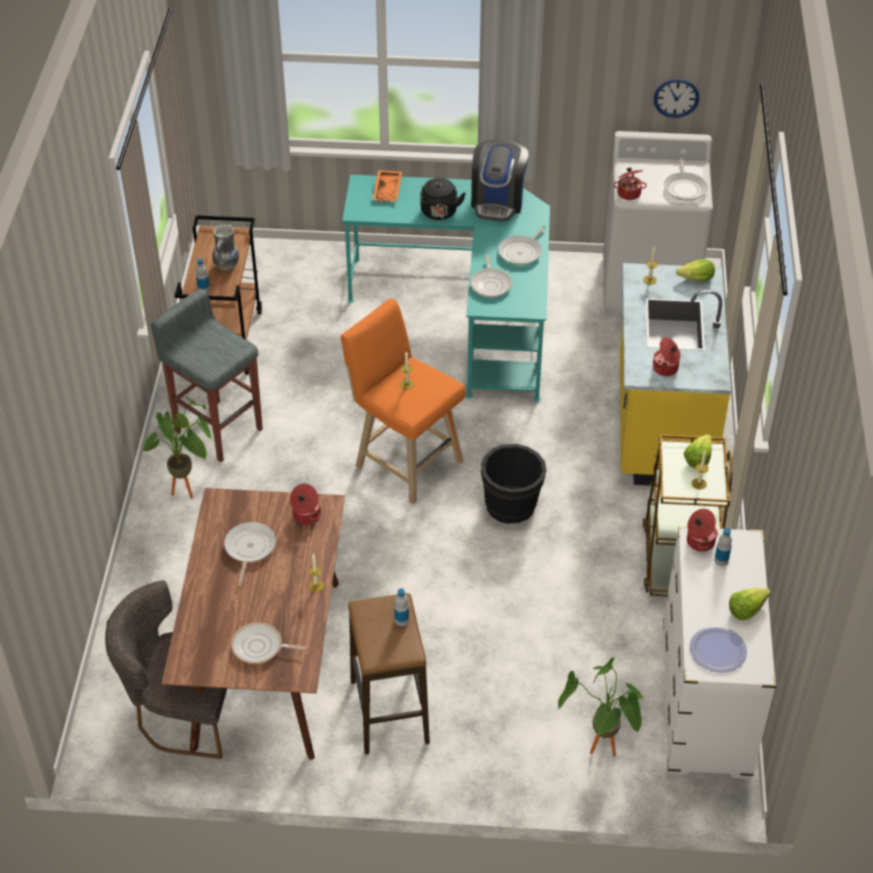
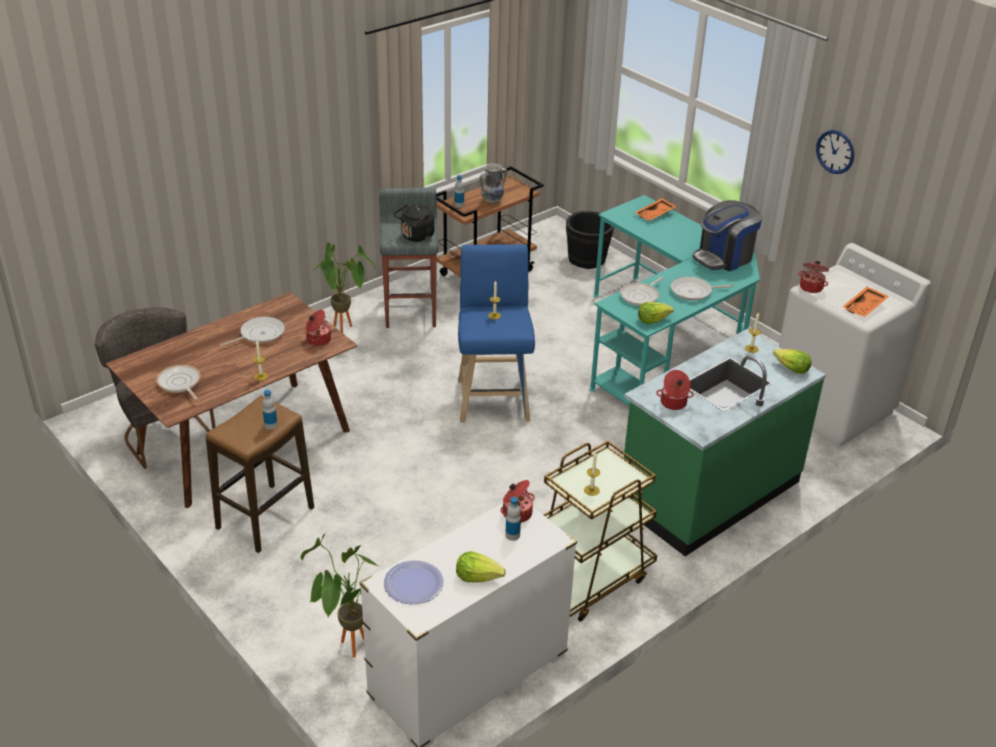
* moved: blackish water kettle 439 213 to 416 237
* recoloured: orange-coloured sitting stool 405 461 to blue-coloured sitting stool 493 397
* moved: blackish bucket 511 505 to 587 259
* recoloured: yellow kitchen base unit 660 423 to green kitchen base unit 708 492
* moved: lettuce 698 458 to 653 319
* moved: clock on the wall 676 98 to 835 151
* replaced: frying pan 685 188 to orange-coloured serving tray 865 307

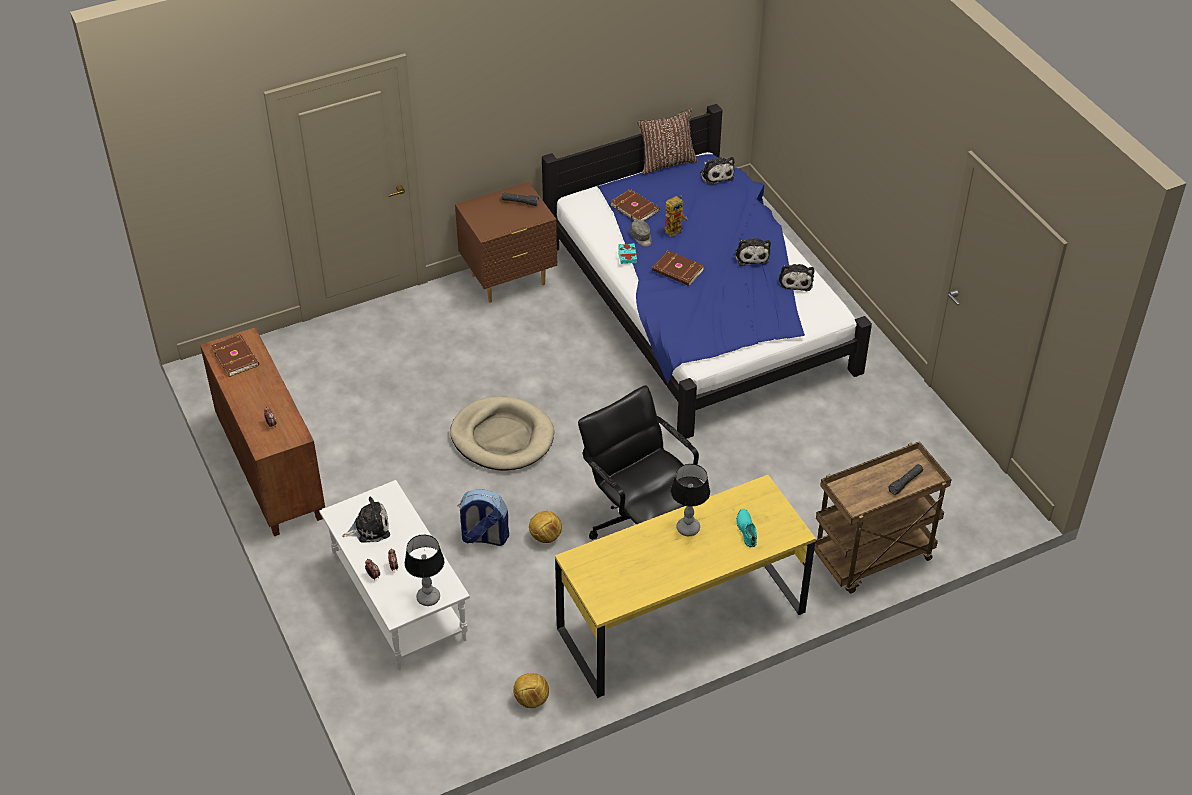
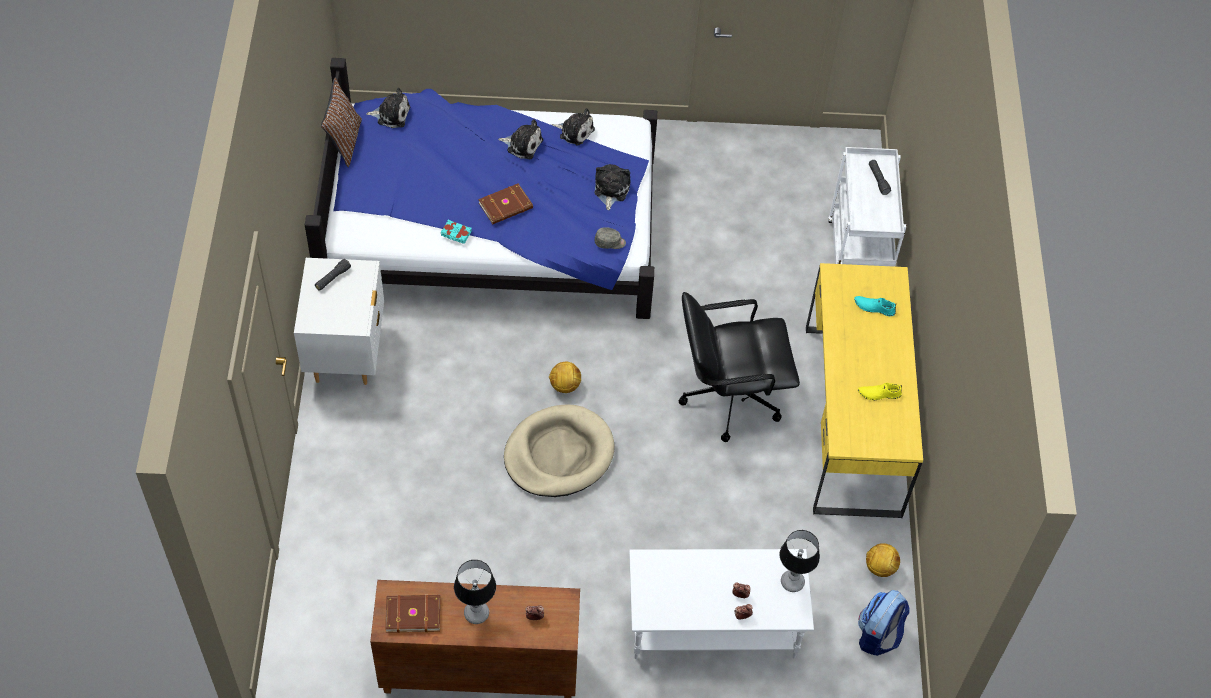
* recoloured: brown-coloured night table 508 280 to white night table 346 355
* moved: tabletop lamp 688 528 to 476 613
* moved: ball for football 545 537 to 565 386
* moved: soft toy 369 528 to 610 190
* moved: grey peaked cap 641 237 to 610 242
* recoloured: brown-coloured wheeled cart 872 559 to white wheeled cart 858 258
* added: yellow item of footwear 879 394
* moved: rucksack 484 537 to 878 635
* removed: brown-coloured book 635 207
* removed: robot figure 675 229

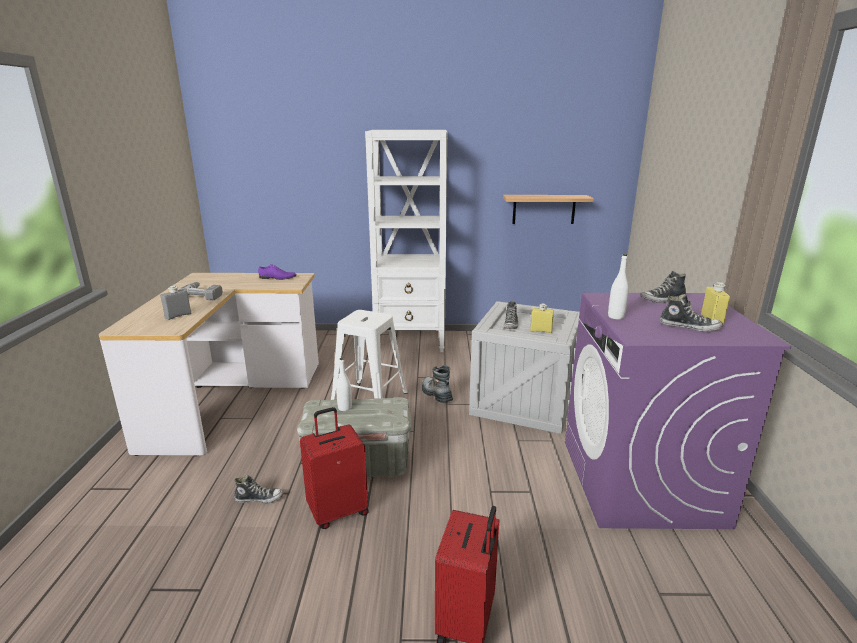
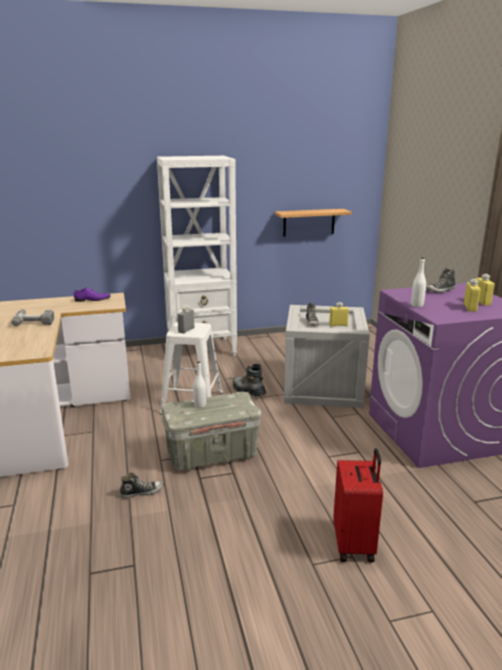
* moved: grey beverage bottle 178 316 to 186 330
* replaced: item of footwear 689 327 to yellow beverage bottle 470 308
* removed: red-coloured suitcase 338 511

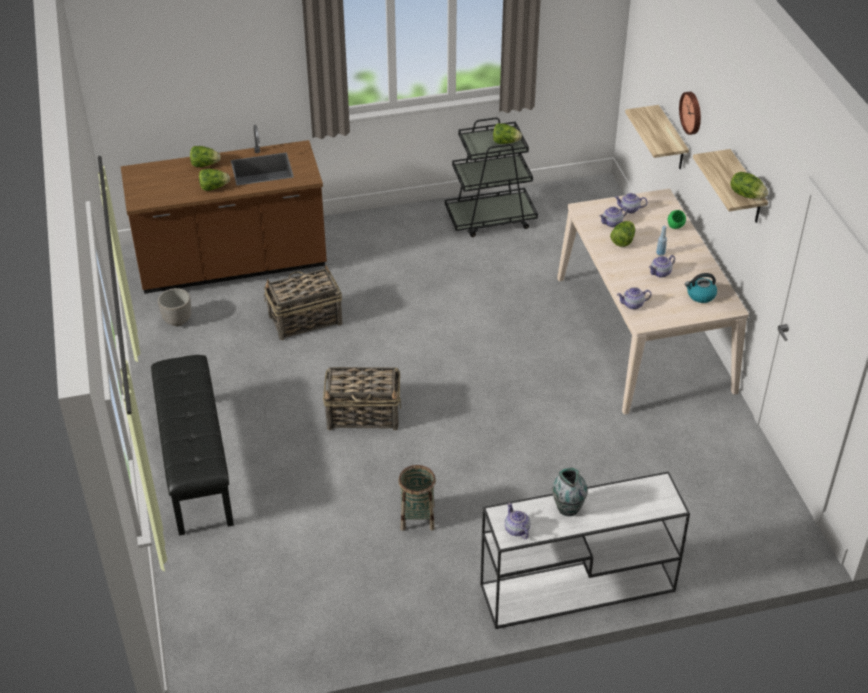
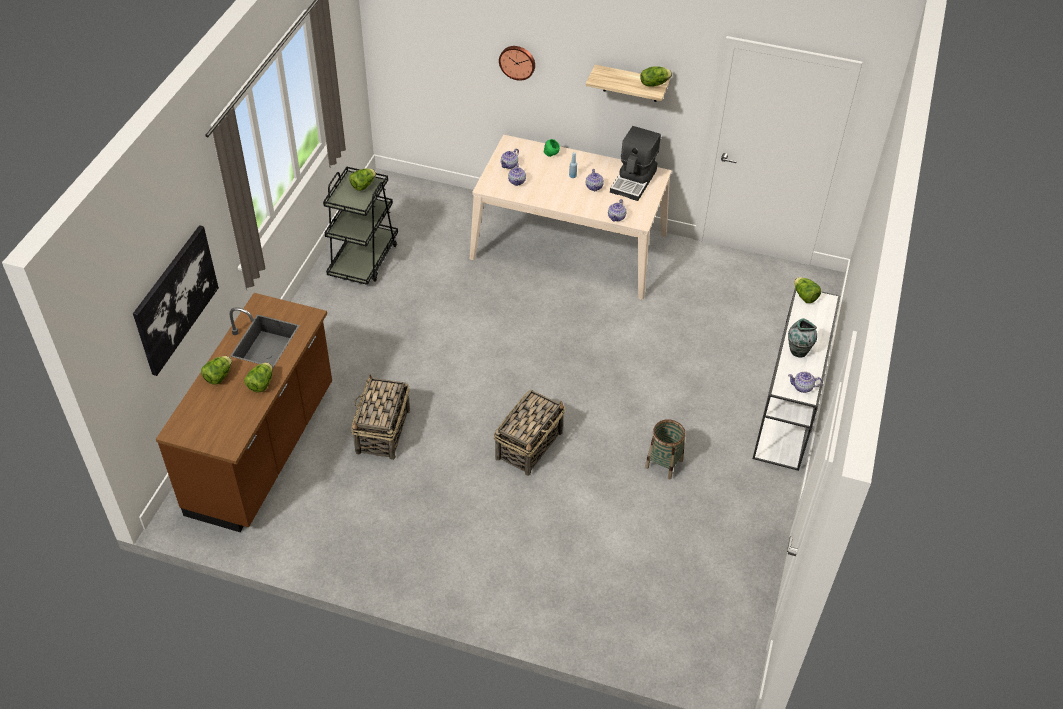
* added: picture 175 299
* replaced: water kettle 700 295 to coffee brewer 634 181
* moved: lettuce 623 241 to 804 296
* removed: blackish bench 194 464
* removed: plant pot 177 320
* removed: bracket shelf 671 139

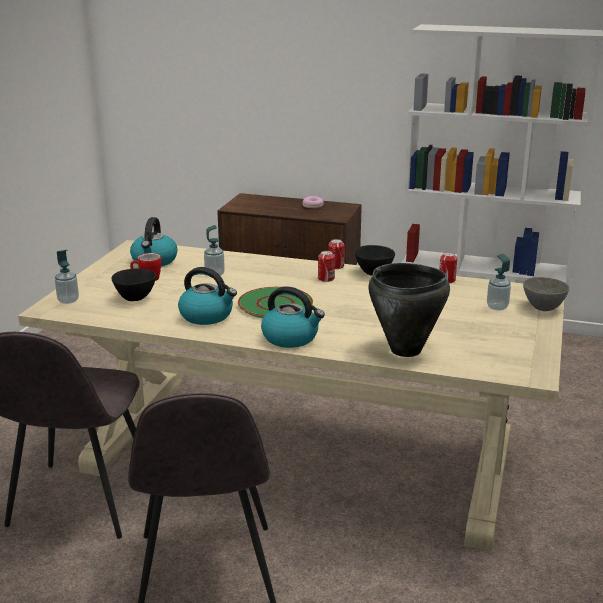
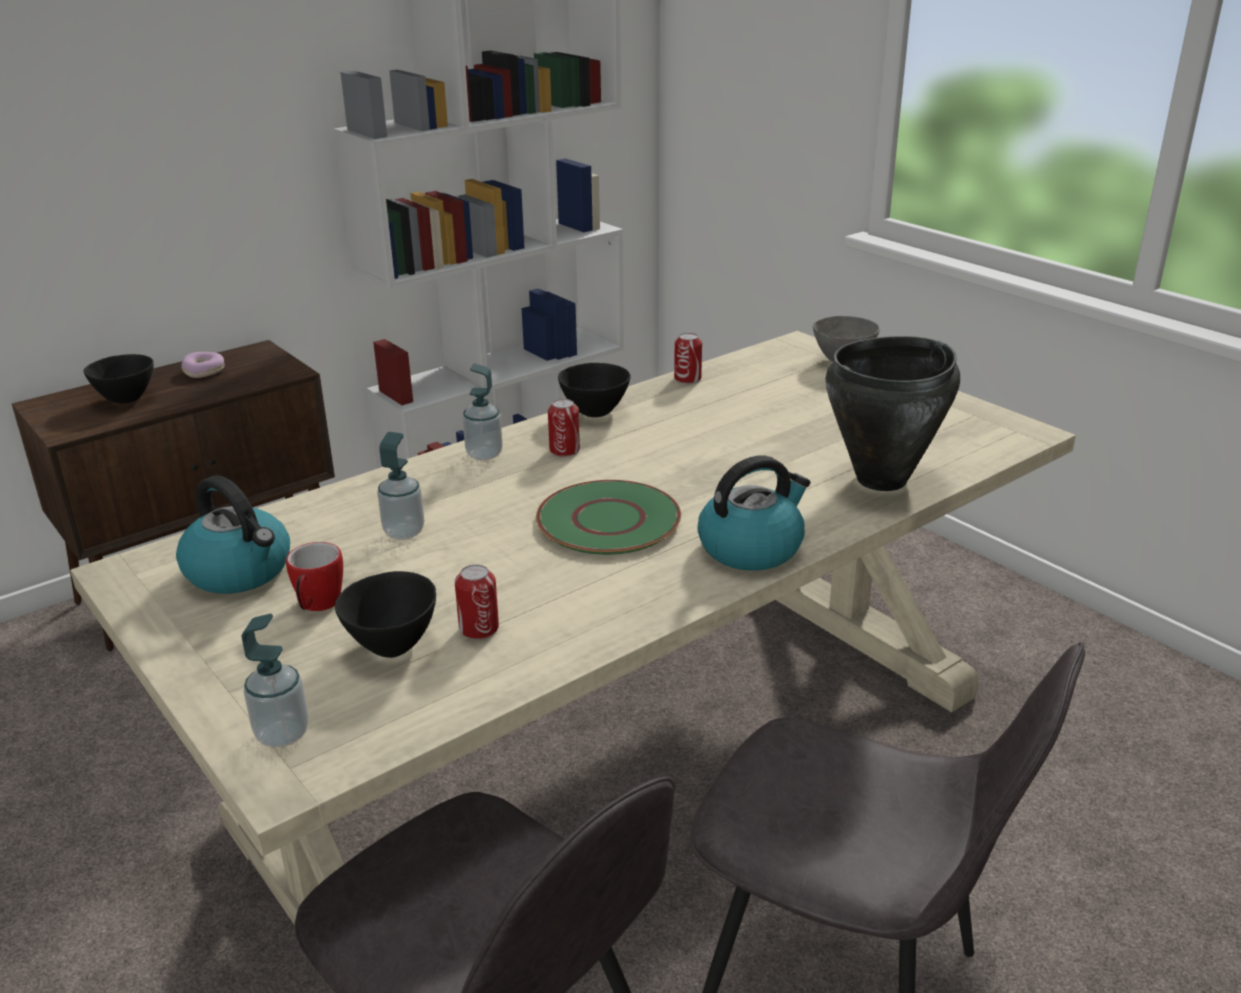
* added: blackish bowl 126 399
* moved: sealed can 336 266 to 479 628
* moved: soap bottle 497 307 to 484 454
* removed: water kettle 207 316

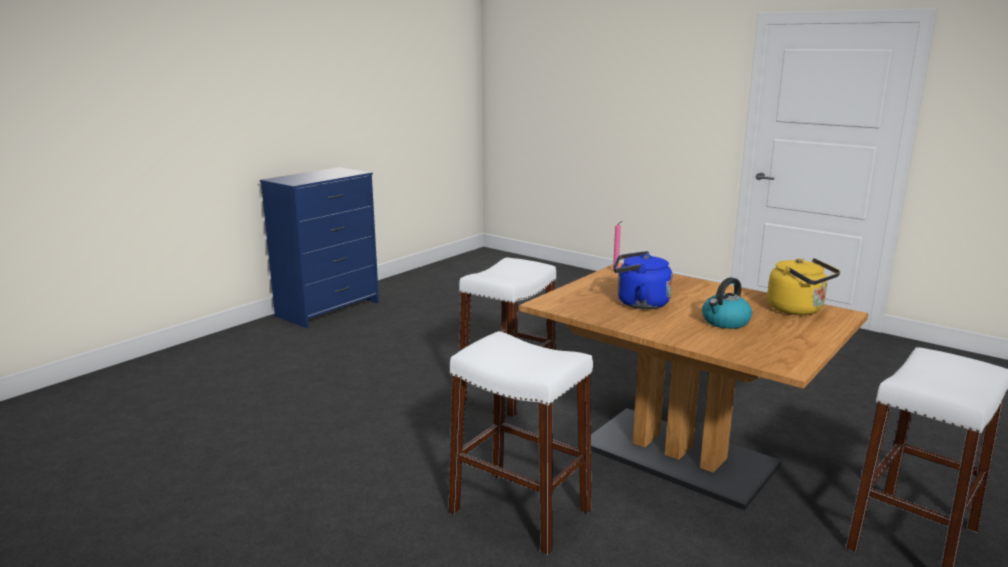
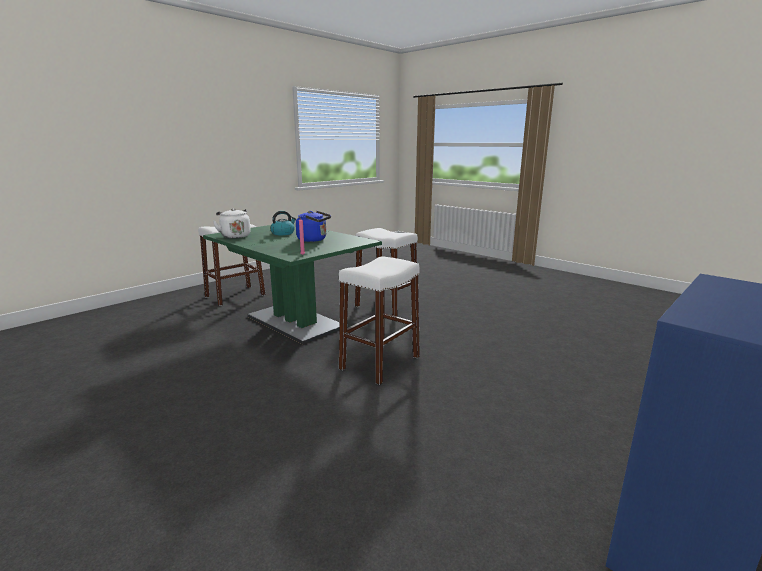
* recoloured: brown-coloured dining table 678 456 to green dining table 295 322
* recoloured: yellow water kettle 798 310 to white water kettle 235 236

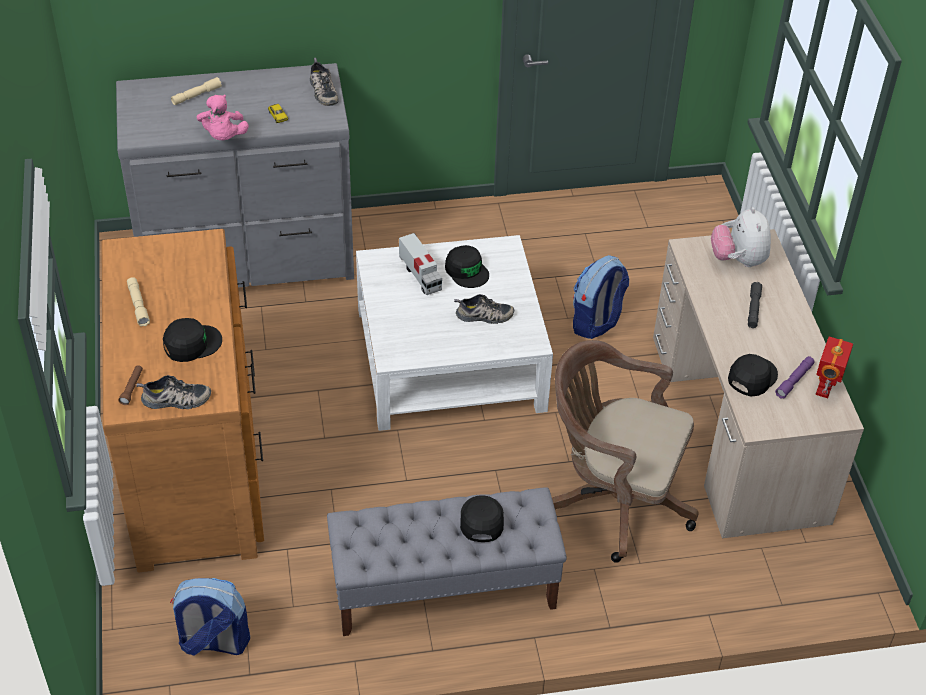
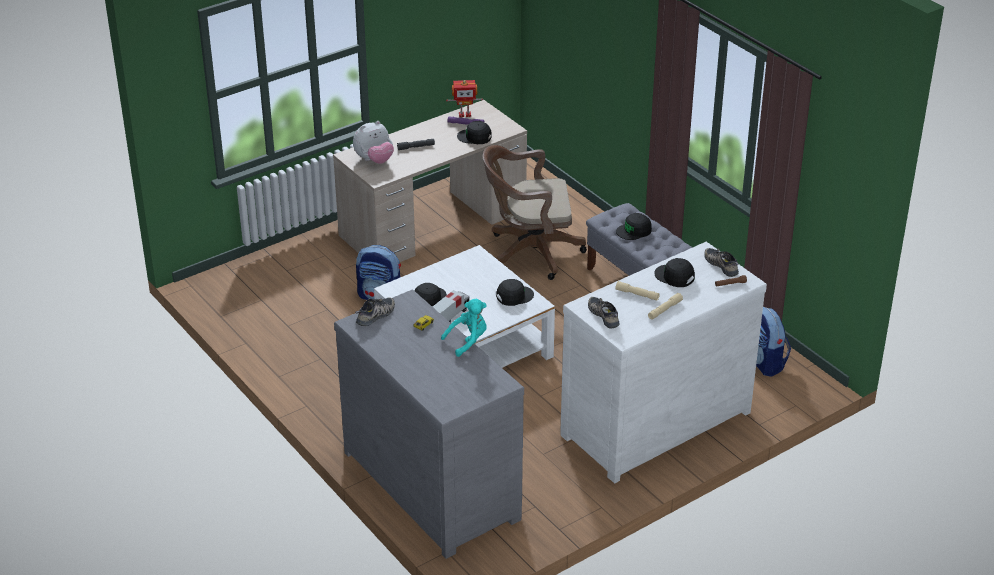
* recoloured: pink soft toy 223 136 to turquoise soft toy 468 341
* turned: brown-coloured desk chair 613 499 = 529 252 90 degrees clockwise
* added: blackish peaked cap 514 296
* recoloured: brown-coloured chest of drawers 197 469 to white chest of drawers 653 422
* moved: item of footwear 484 316 to 604 315
* moved: beige hand torch 196 95 to 637 294

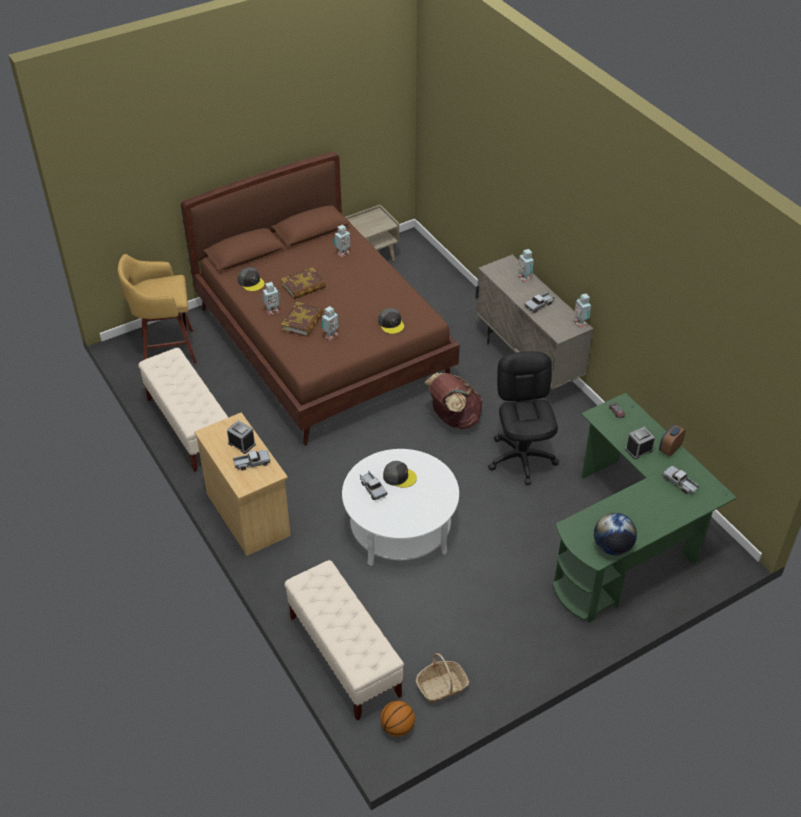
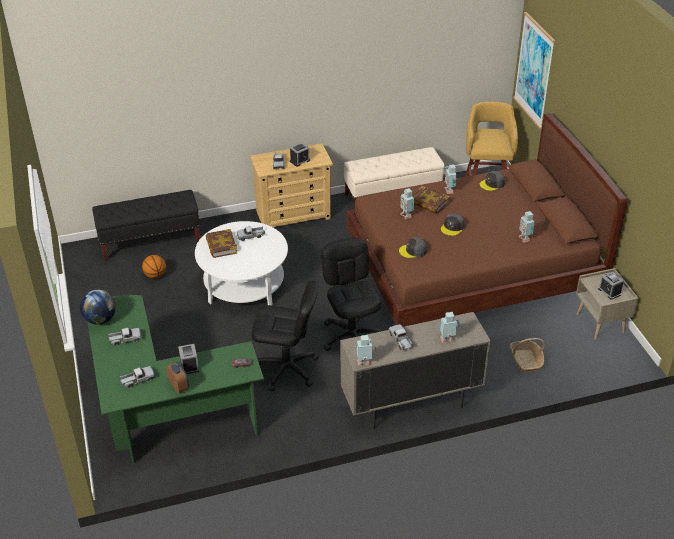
* recoloured: beige bench 344 656 to blackish bench 150 241
* added: toy lorry 125 339
* moved: basketball 397 727 to 155 275
* moved: book 303 286 to 221 246
* replaced: brown-coloured rucksack 453 418 to blackish desk chair 352 336
* moved: grey peaked cap 399 477 to 452 227
* moved: household basket 442 686 to 526 360
* added: picture 534 70
* added: table clock 609 291

